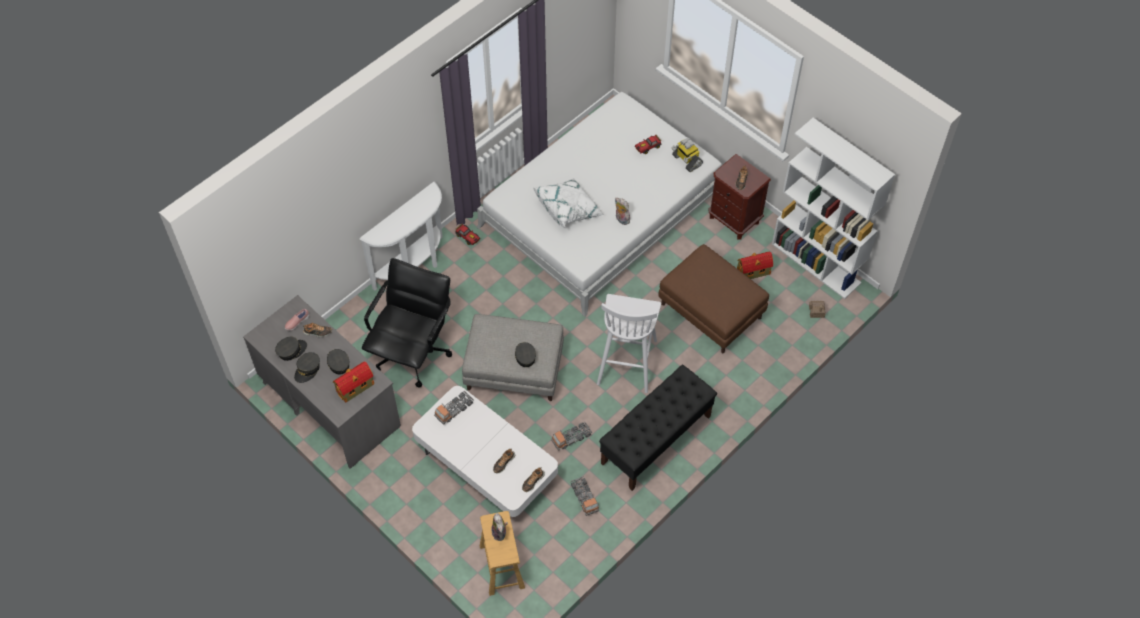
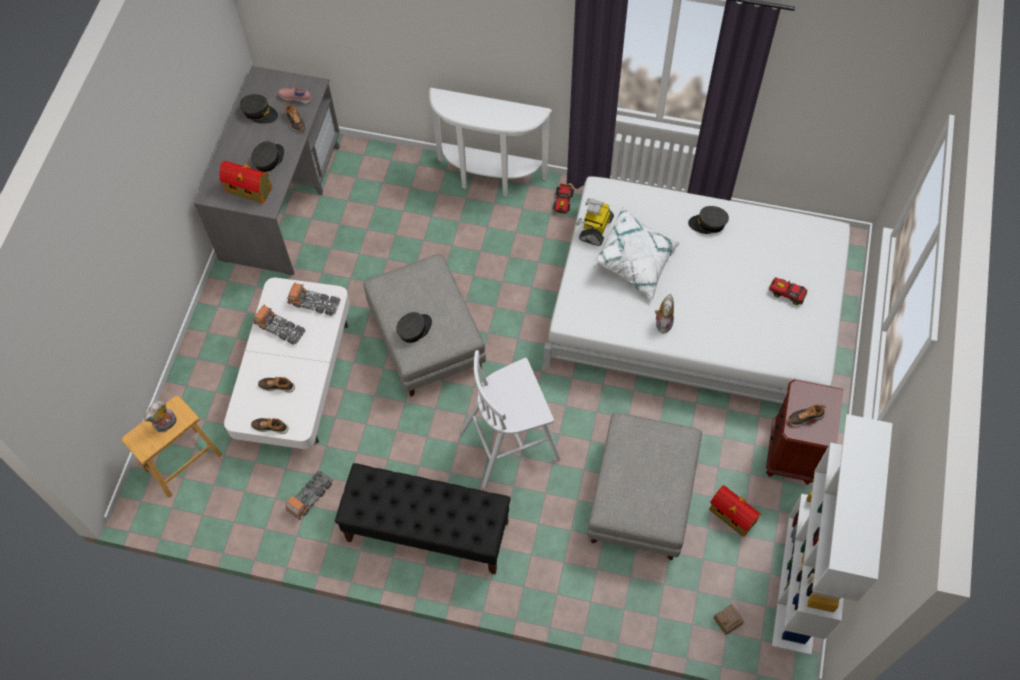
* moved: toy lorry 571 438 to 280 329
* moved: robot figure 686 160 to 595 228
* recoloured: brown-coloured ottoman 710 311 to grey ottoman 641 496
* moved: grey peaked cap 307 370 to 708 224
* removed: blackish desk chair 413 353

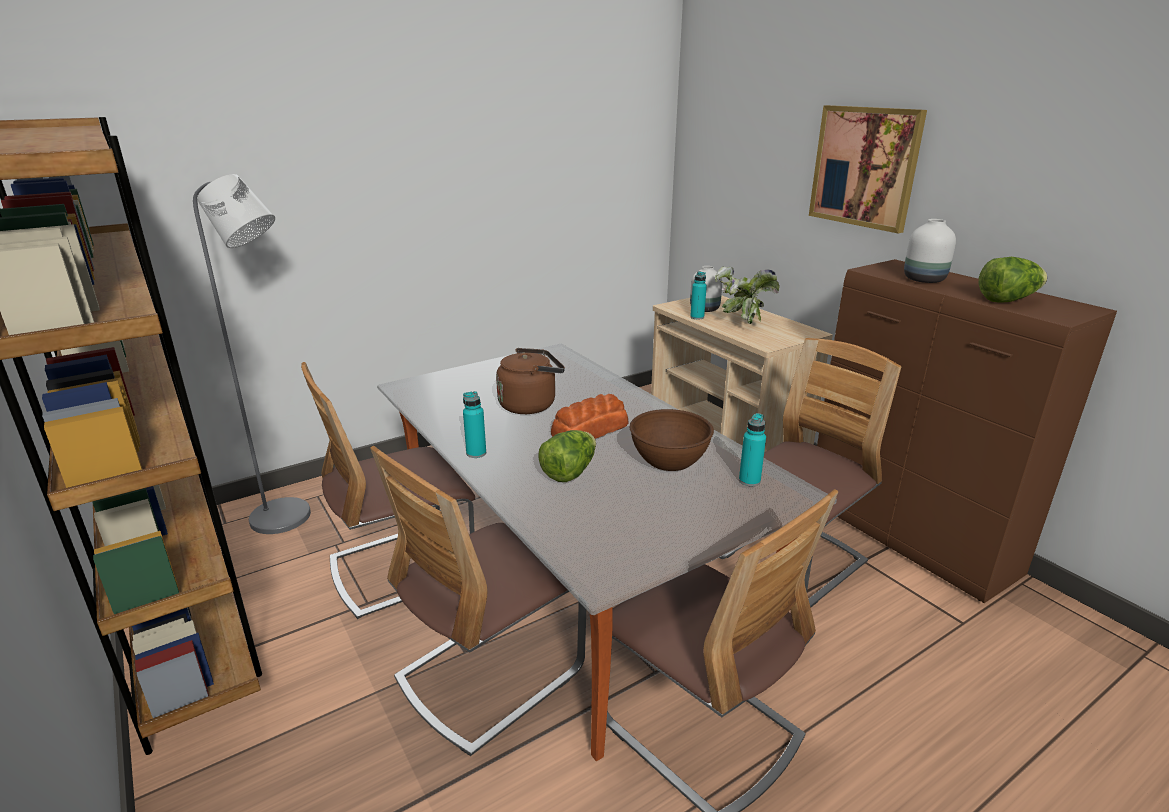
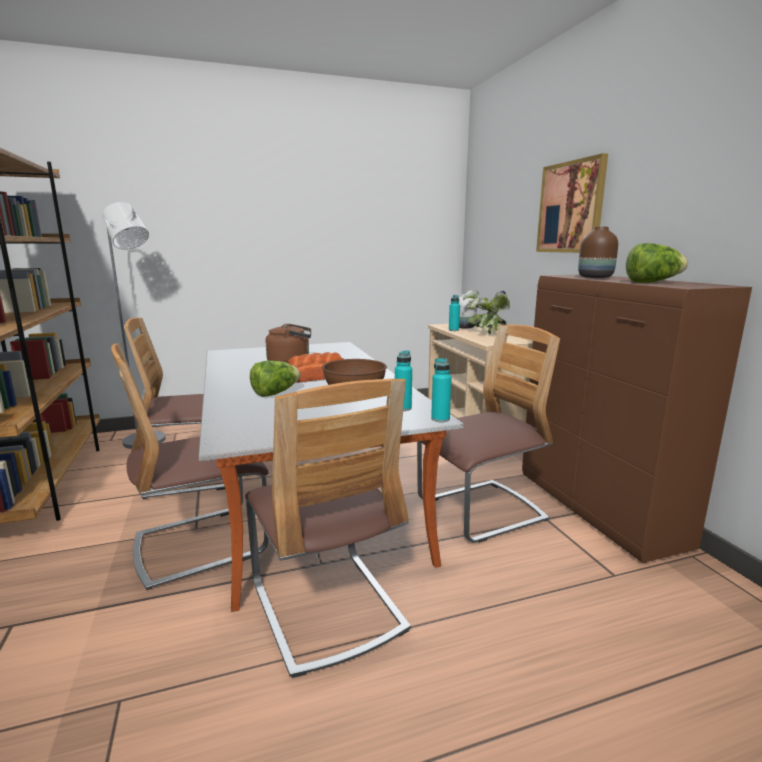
* moved: turquoise beverage bottle 476 453 to 440 419
* recoloured: white decorative vase 925 280 to brown-coloured decorative vase 596 277

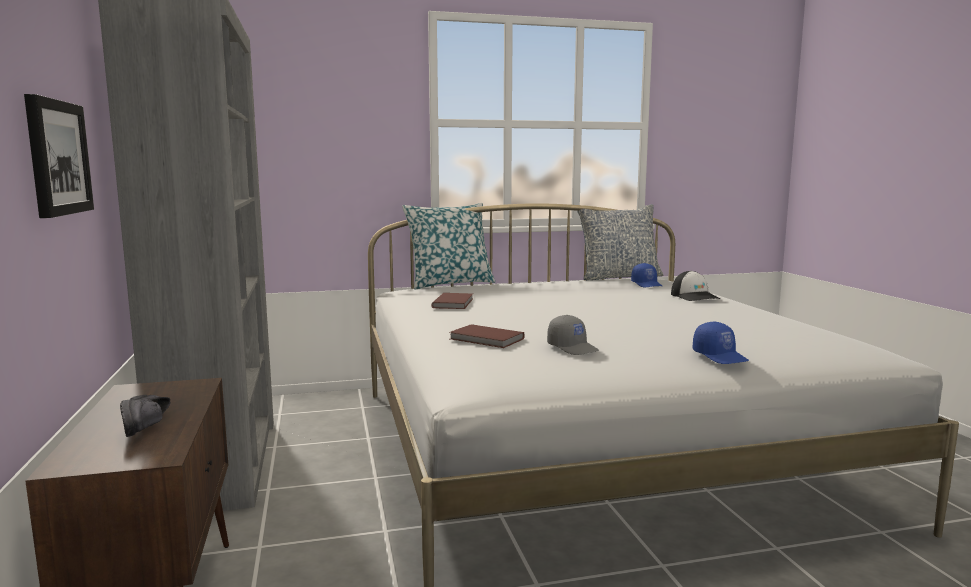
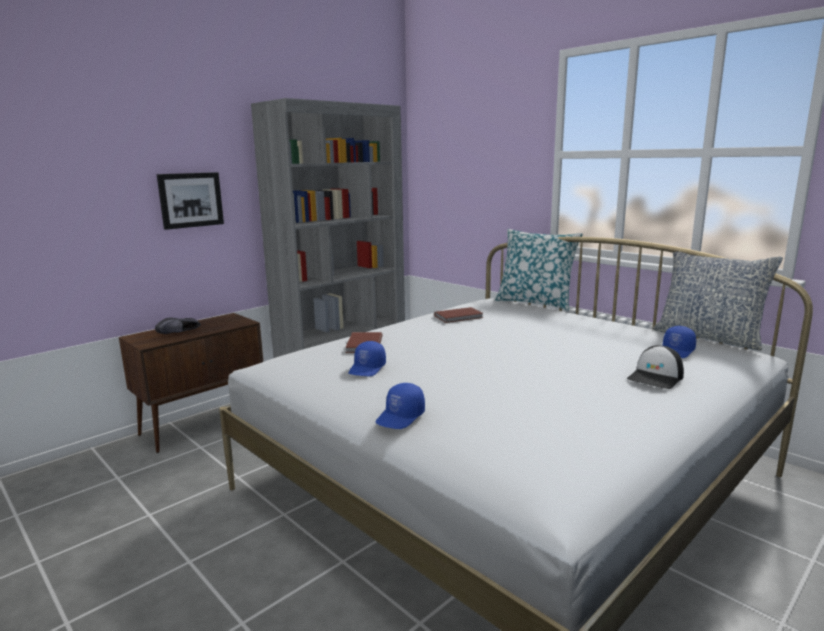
* recoloured: grey peaked cap 573 348 to blue-coloured peaked cap 367 369

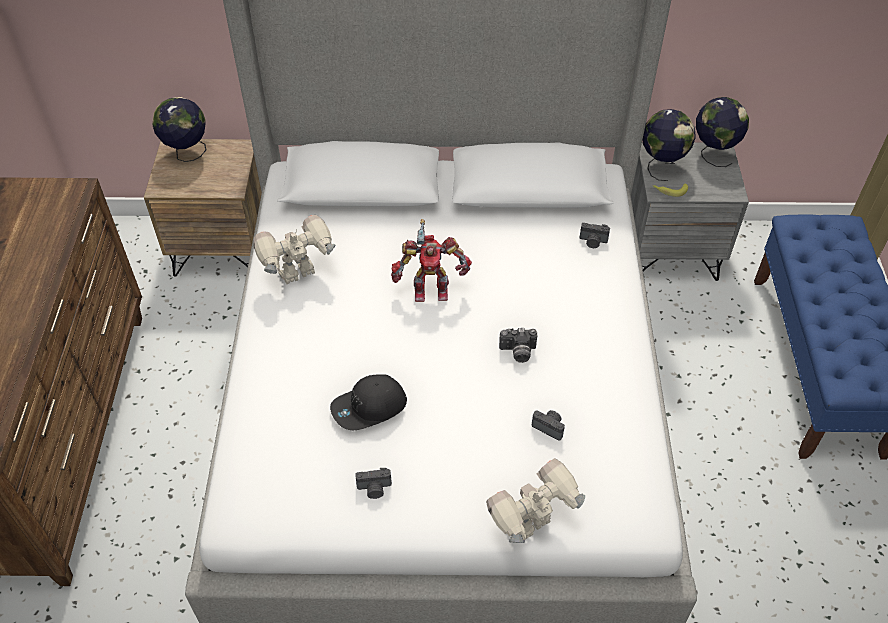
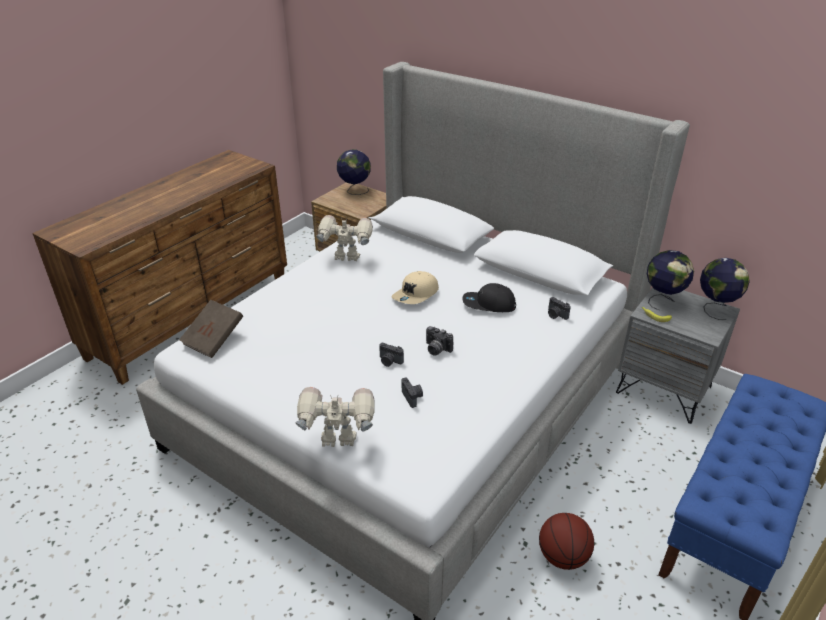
* added: brown-coloured book 214 339
* moved: photo camera 374 489 to 389 361
* replaced: robot figure 430 289 to beige peaked cap 416 295
* moved: blackish peaked cap 369 408 to 488 305
* added: basketball 563 557

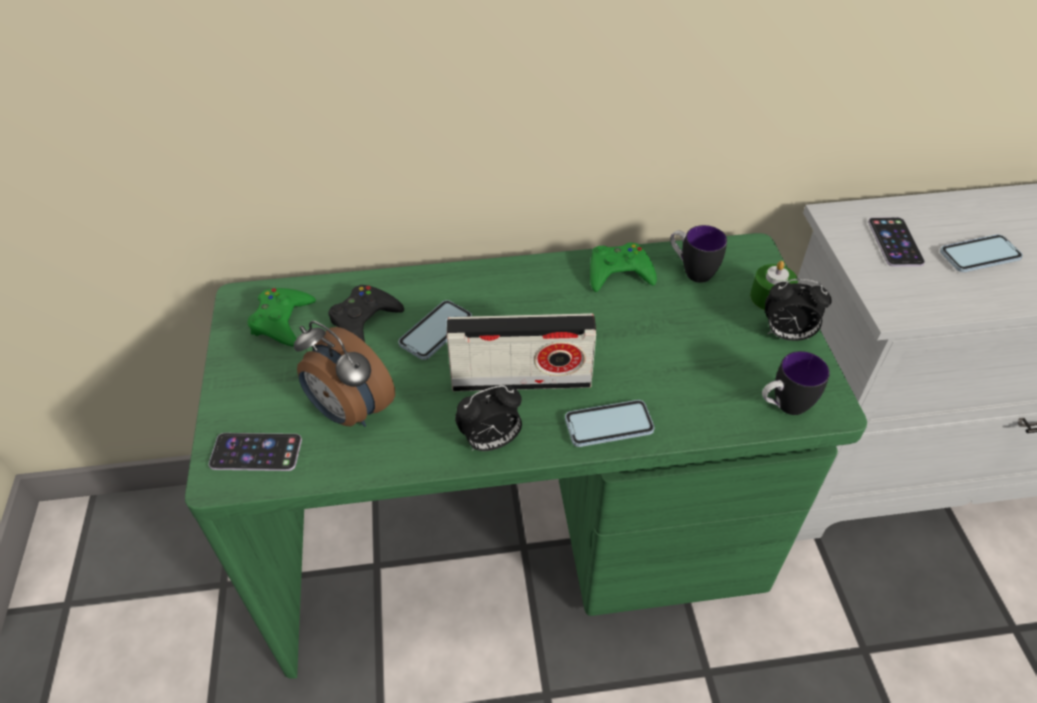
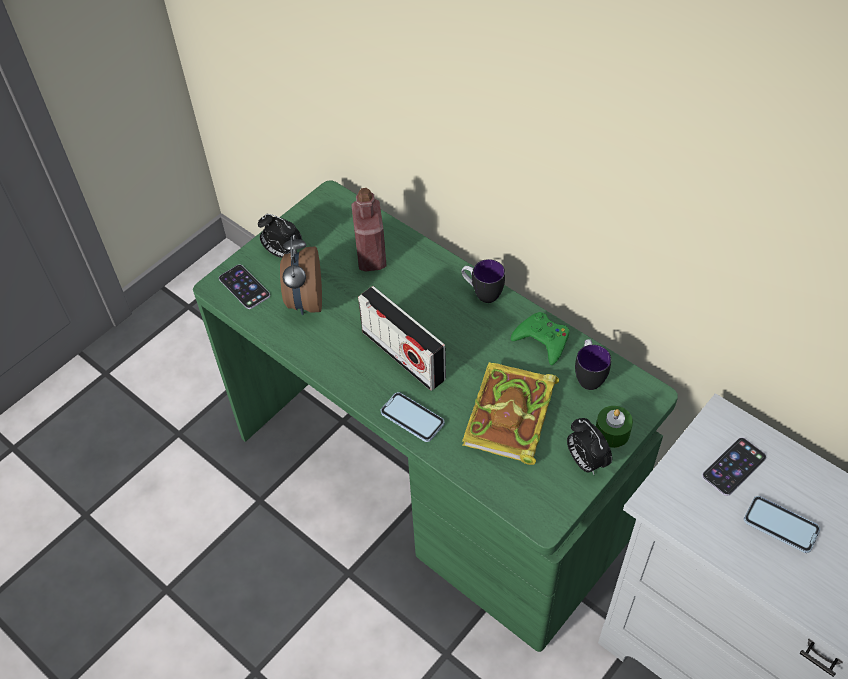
* moved: table clock 490 442 to 282 253
* replaced: blackish joypad 364 320 to red-coloured beverage bottle 371 256
* moved: coffee mug 783 406 to 482 293
* added: book 510 418
* removed: green joypad 282 321
* removed: telephone 436 331

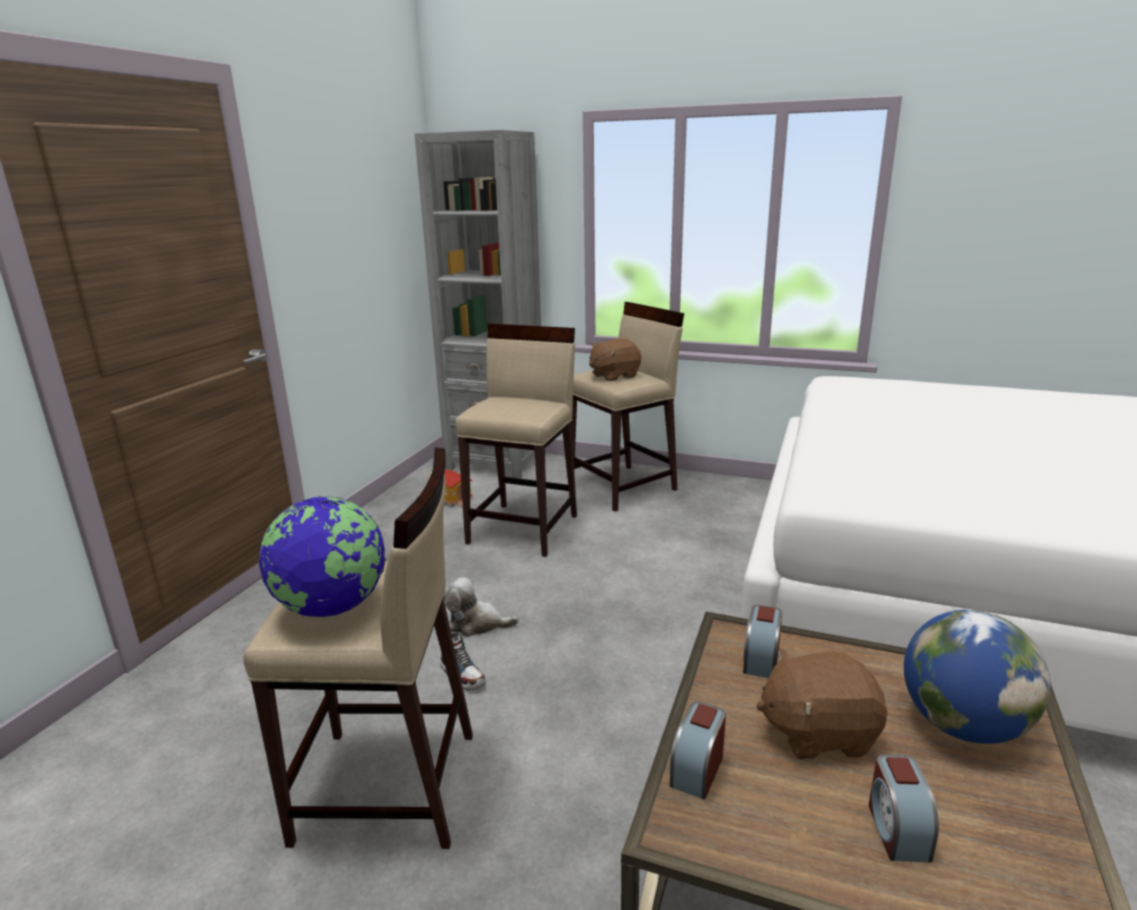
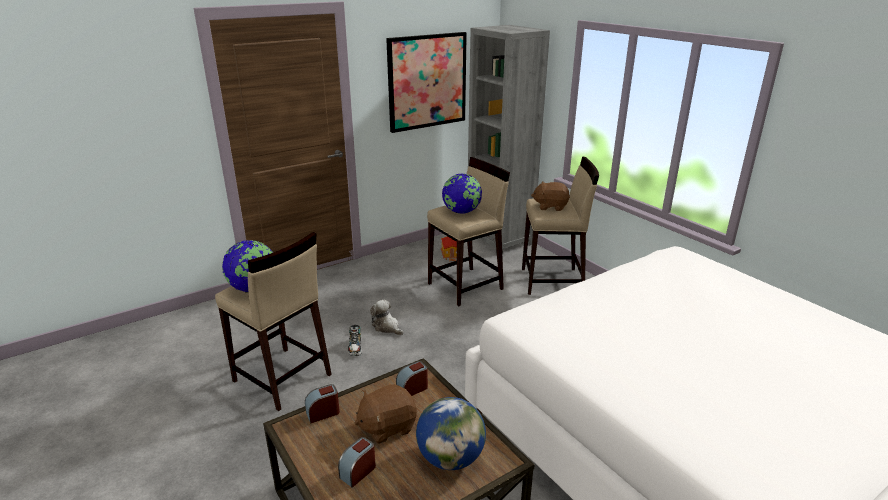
* turned: brown-coloured soft toy 817 732 = 387 426 60 degrees counterclockwise
* added: picture 427 81
* added: world globe 461 212

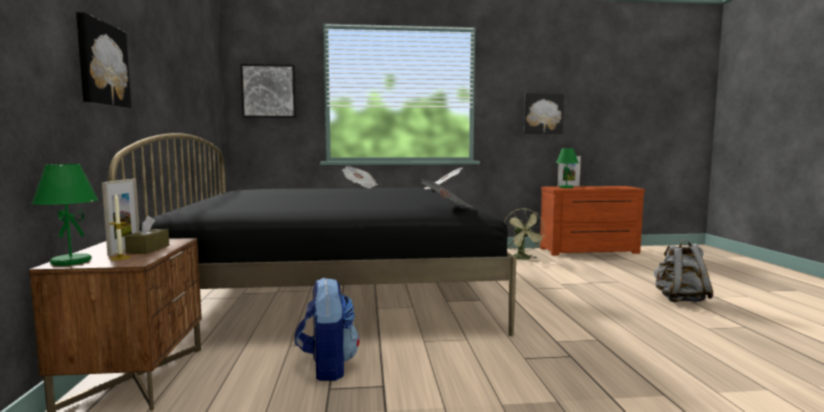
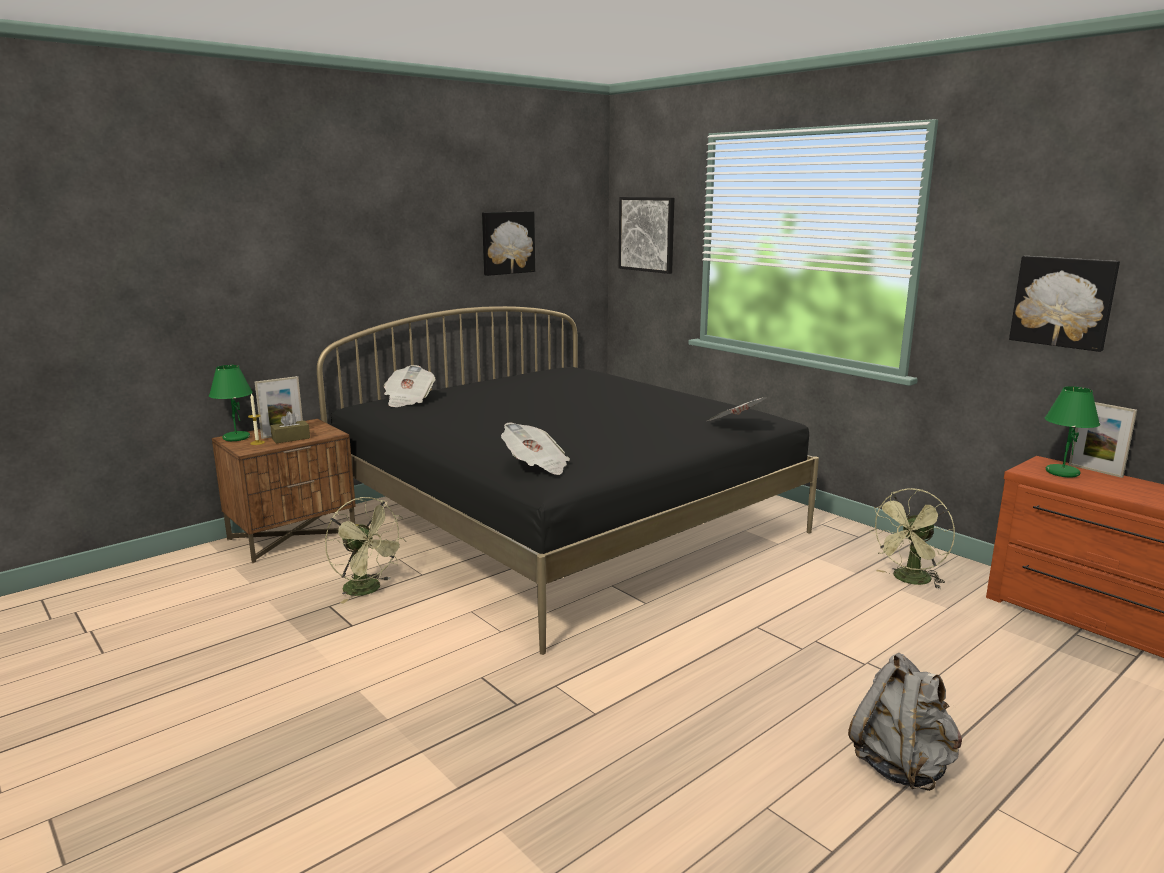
* replaced: rucksack 327 367 to green fan 368 590
* moved: printed paper 360 187 to 408 400
* moved: picture 101 64 to 507 242

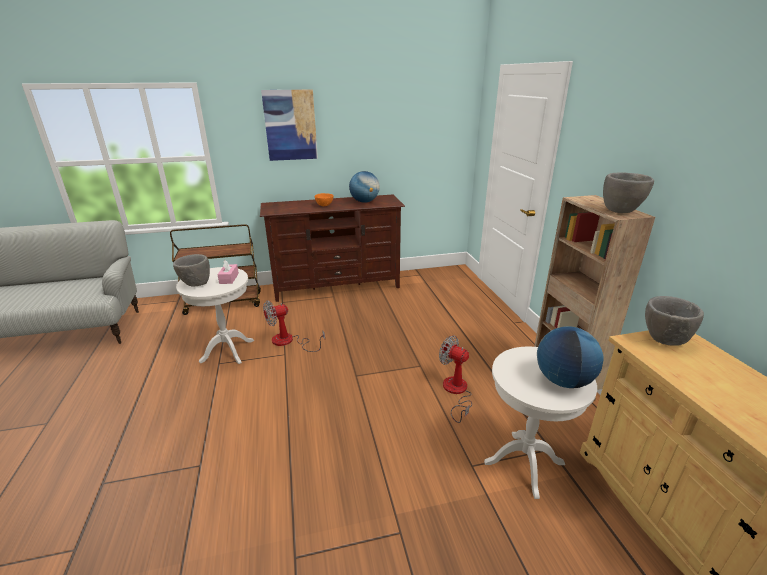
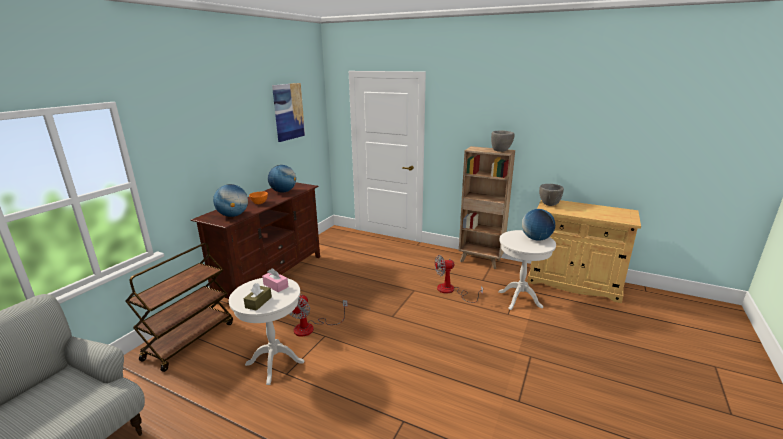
* added: world globe 233 215
* replaced: grey bowl 196 284 to brown-coloured tissue box 258 302
* moved: picture 290 125 to 288 111

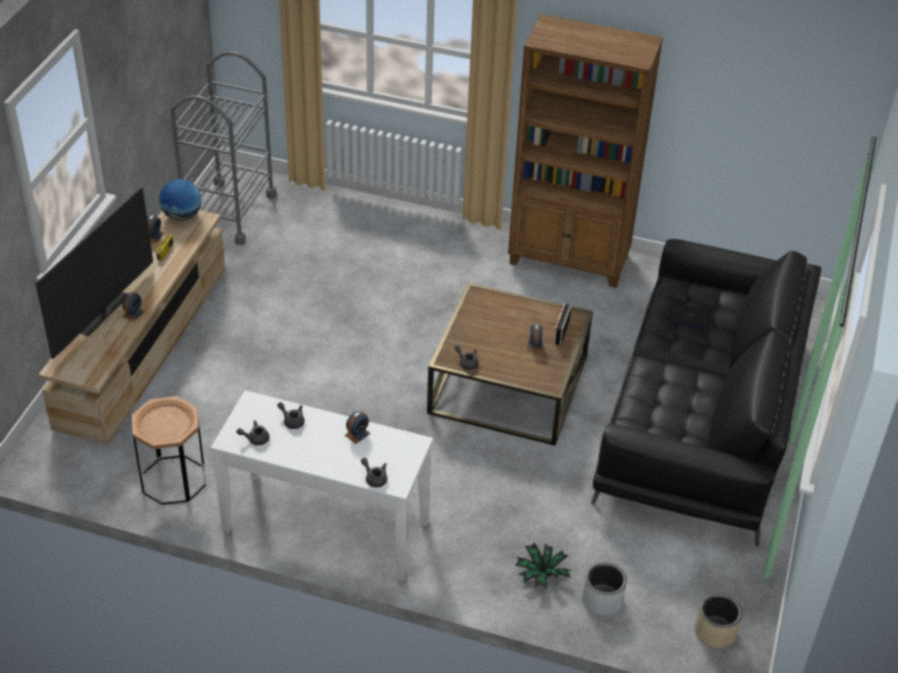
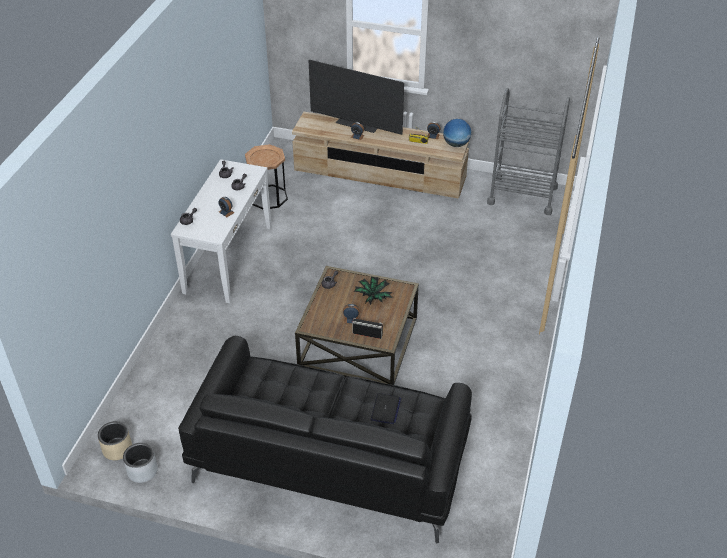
* moved: grey plant pot 602 600 to 142 471
* moved: potted plant 541 574 to 372 297
* removed: brown-coloured bookcase 569 260

